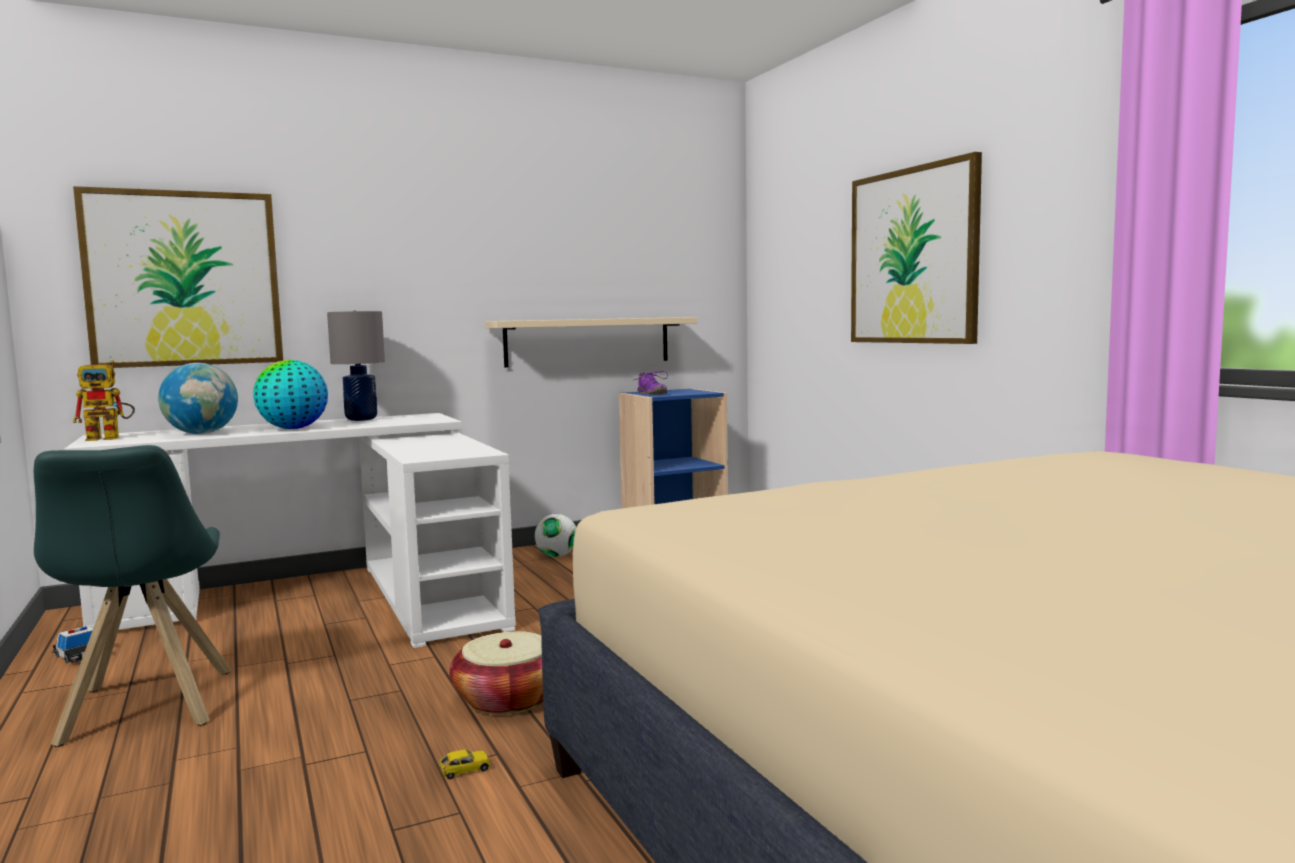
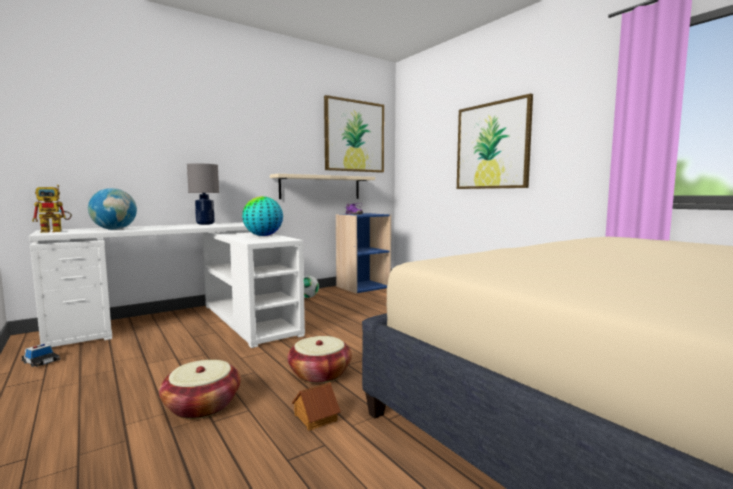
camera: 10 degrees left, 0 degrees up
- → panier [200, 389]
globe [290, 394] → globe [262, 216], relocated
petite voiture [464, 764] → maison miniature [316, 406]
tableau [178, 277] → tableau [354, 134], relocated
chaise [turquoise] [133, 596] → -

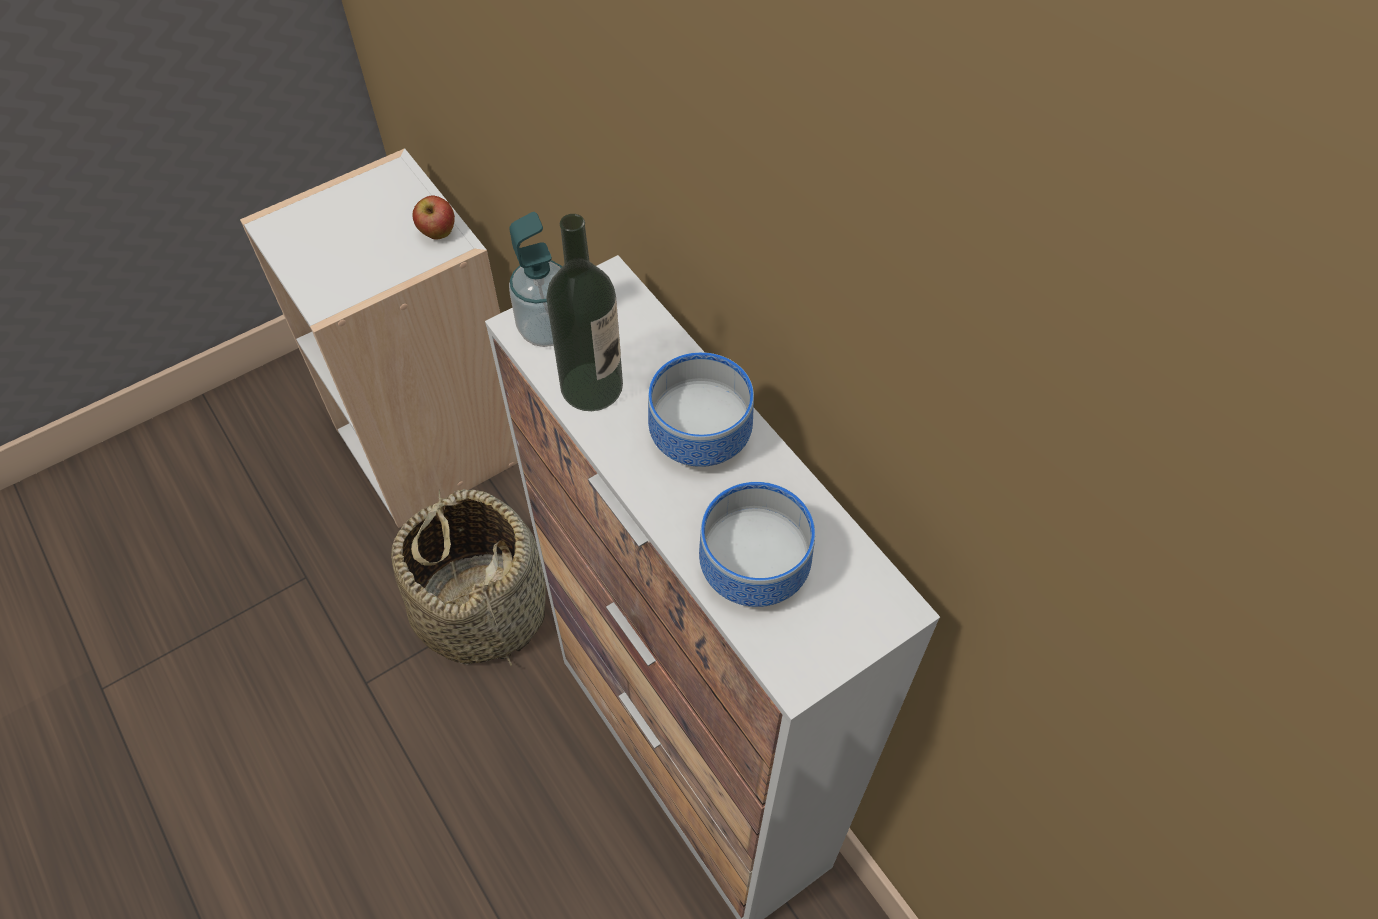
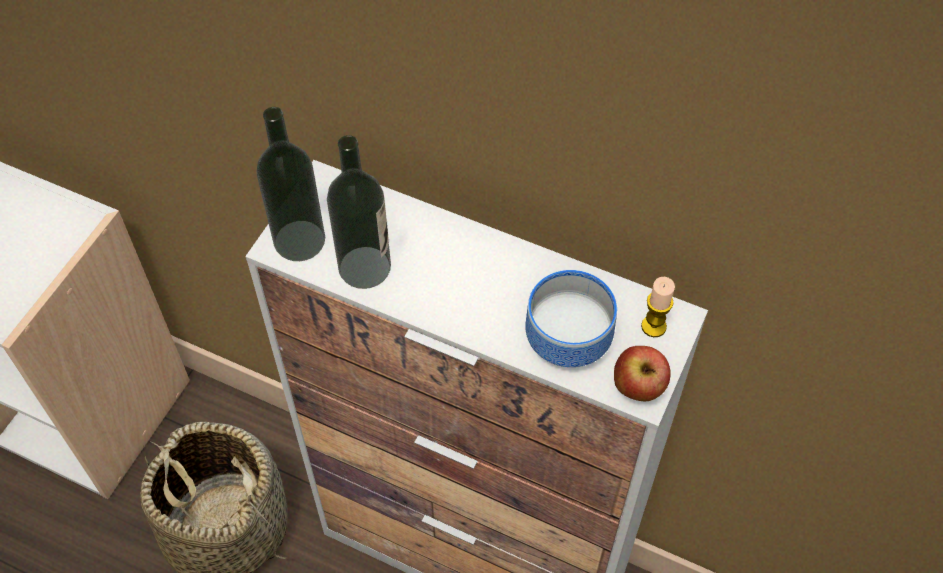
camera: 30 degrees left, 0 degrees up
distributeur de savon [535, 279] → bouteille [290, 184]
pomme [433, 218] → pomme [642, 373], relocated
- → bougie [658, 307]
bol [701, 409] → -

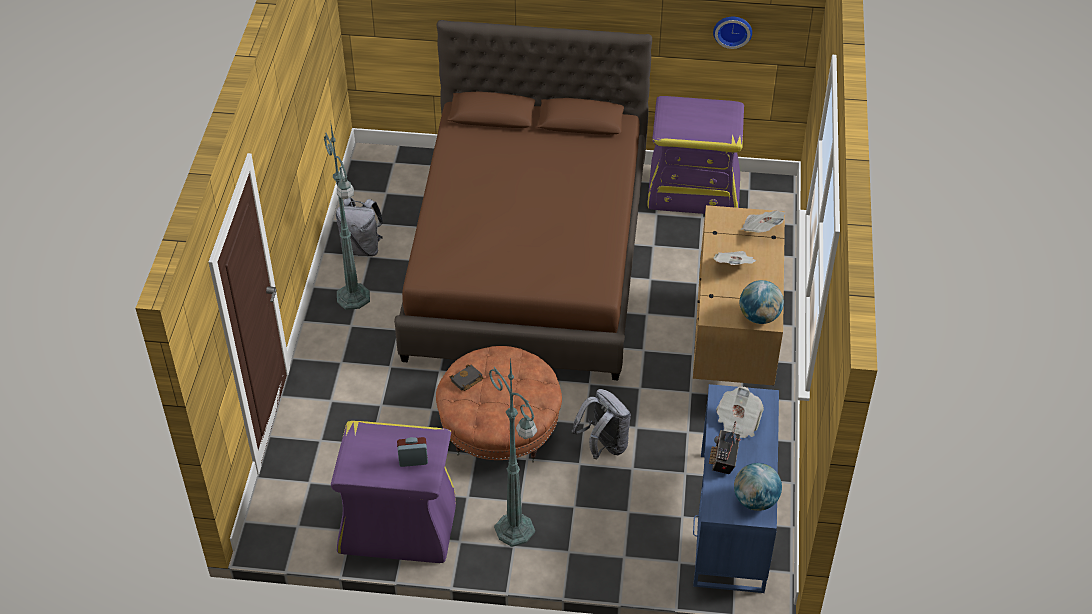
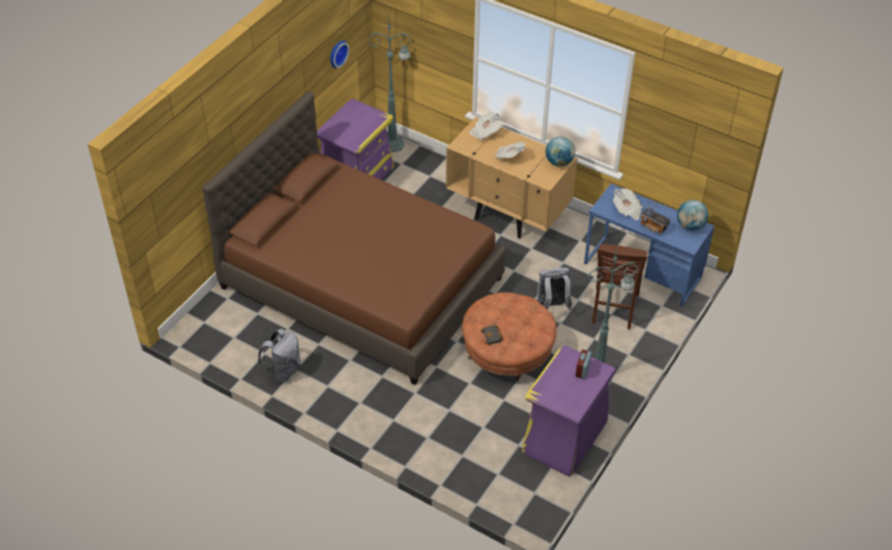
camera: 65 degrees left, 0 degrees up
lampadaire [vert] [347, 215] → lampadaire [vert] [389, 86], relocated
- → chaise [marron] [619, 287]

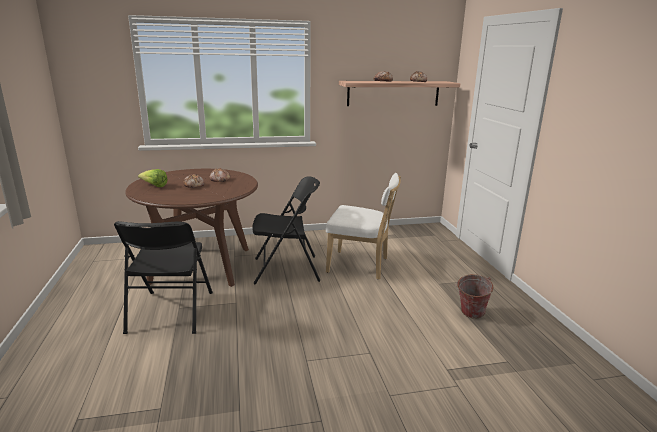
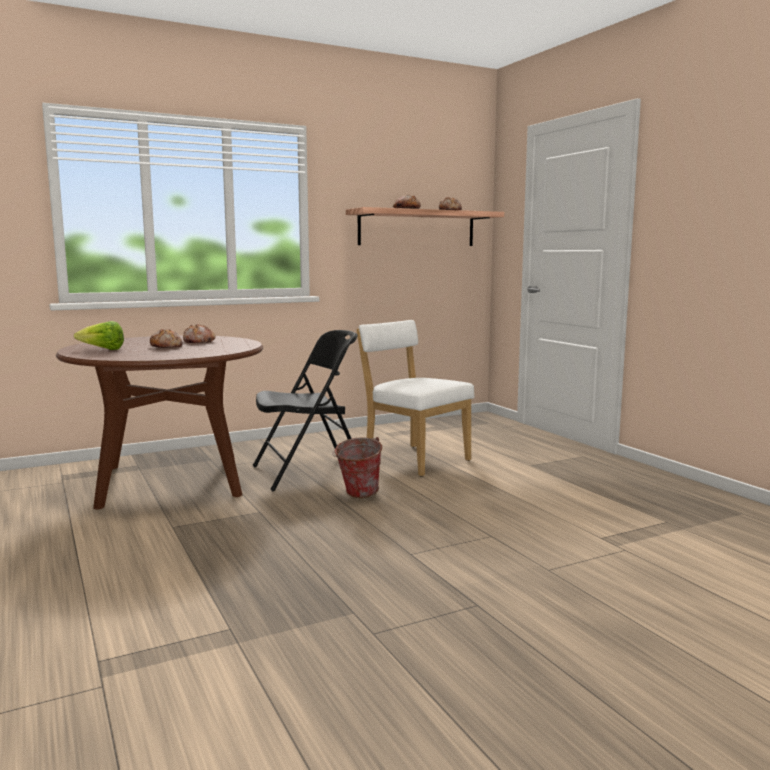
camera: 15 degrees left, 10 degrees down
seau [474, 296] → seau [357, 467], relocated
chaise [blanc] [363, 226] → chaise [blanc] [415, 398], 135 degrees counterclockwise
chaise [noir] [163, 277] → -

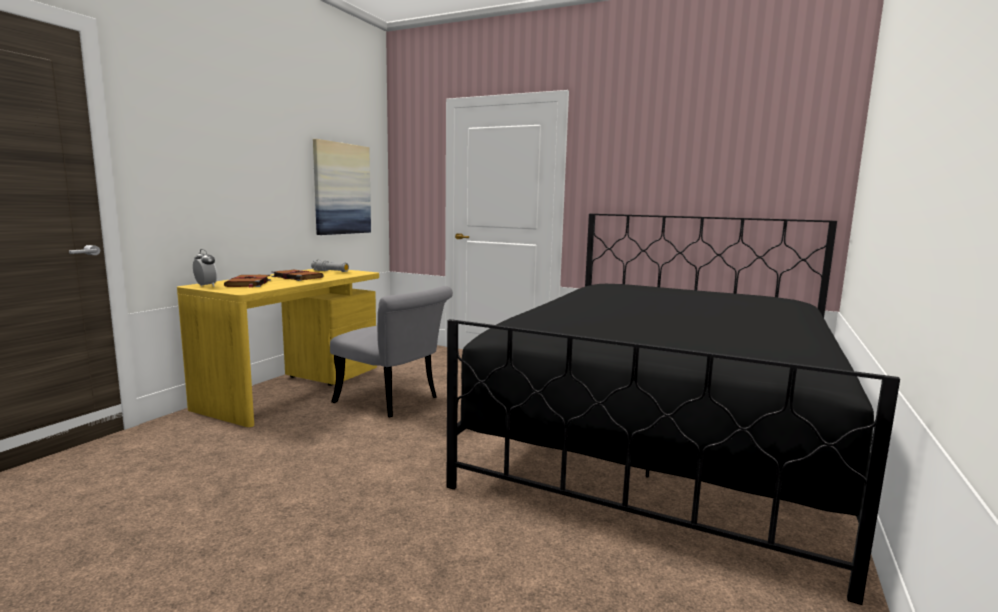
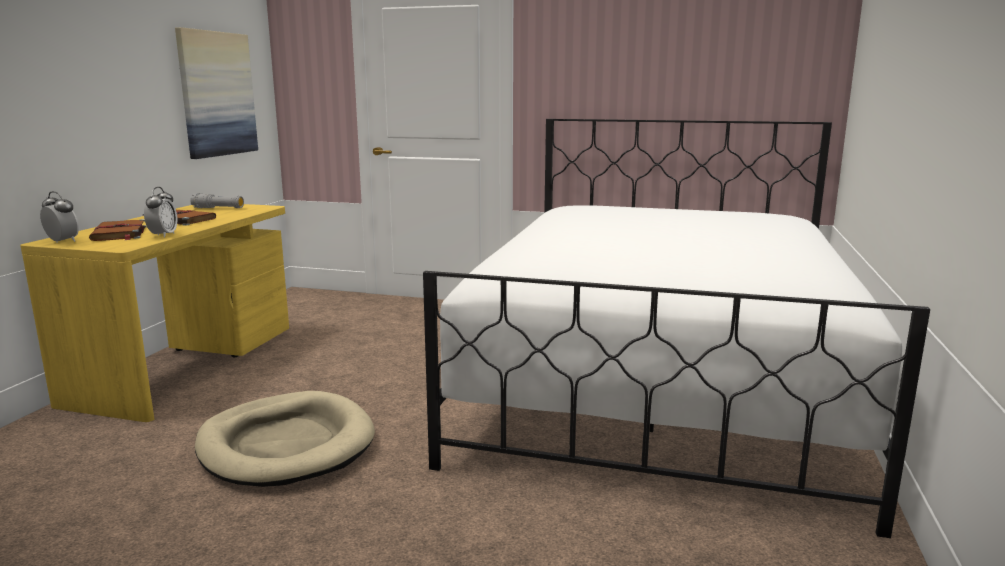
camera: 10 degrees left, 5 degrees up
- → réveil [160, 212]
- → panier pour chien [beige] [285, 439]
lit [noir] [673, 409] → lit [blanc] [676, 328]
chaise [gris] [391, 351] → -

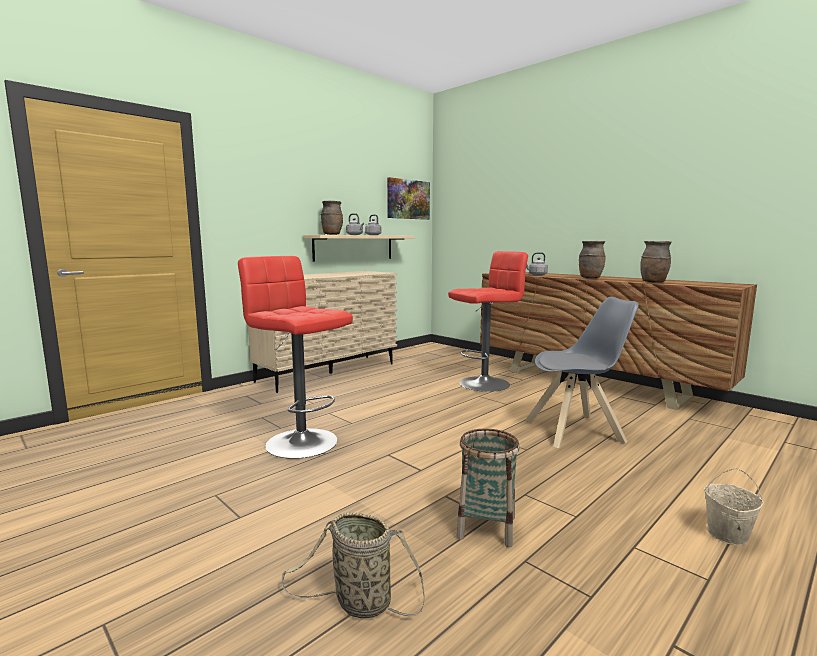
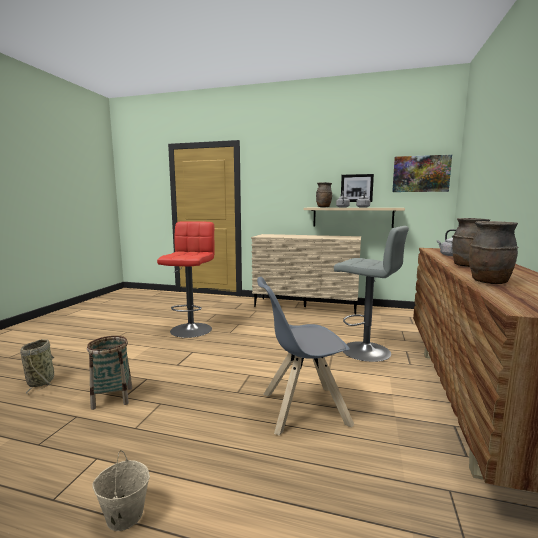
camera: 60 degrees right, 0 degrees up
chaise [gris] [582, 372] → chaise [gris] [305, 356], 120 degrees clockwise
tabouret [rouge] [488, 321] → tabouret [gris] [371, 294]
- → tableau [357, 188]

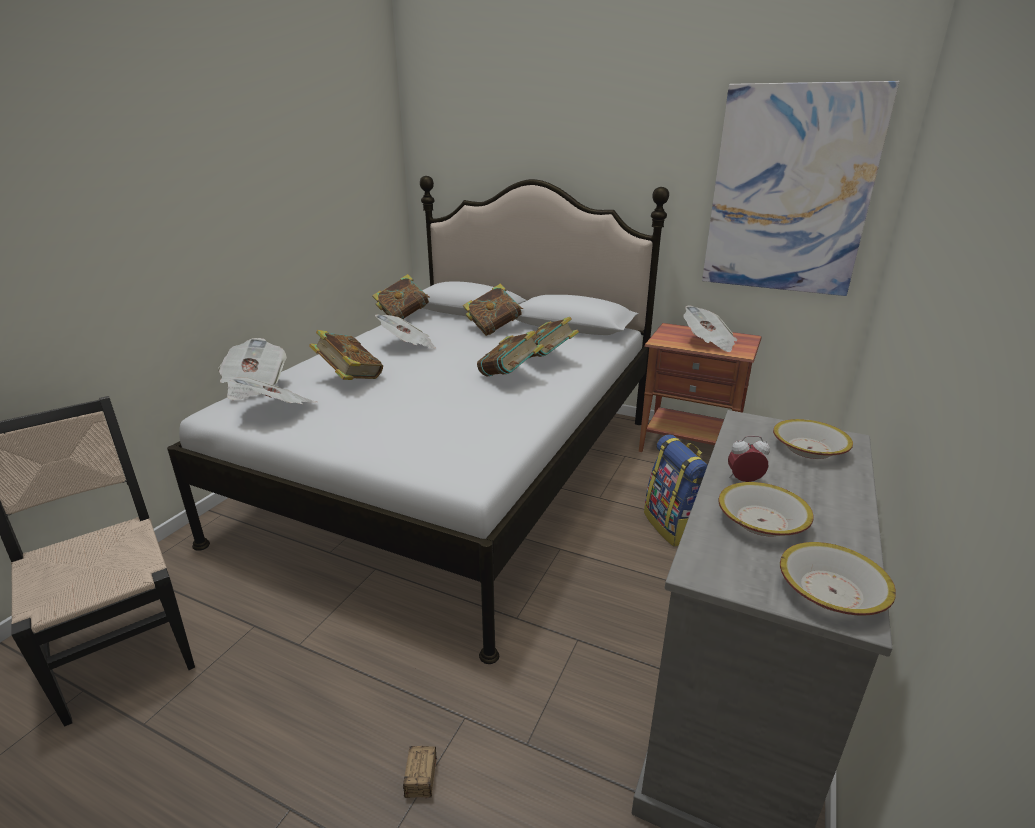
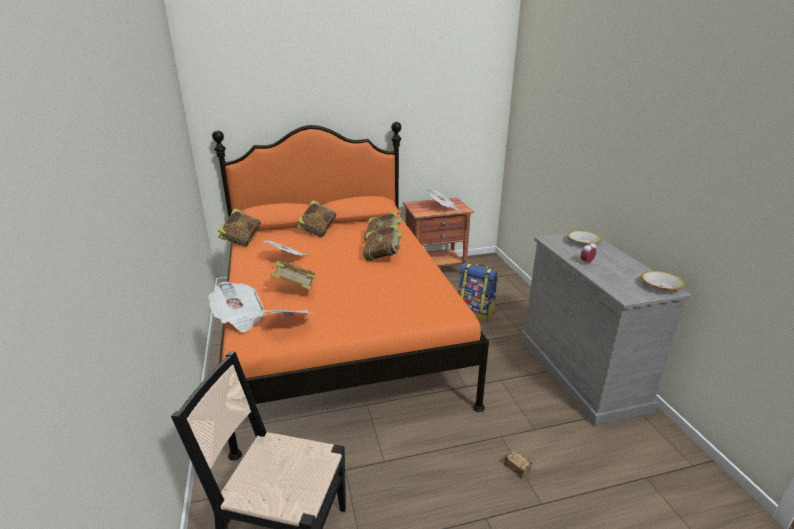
camera: 40 degrees left, 0 degrees up
lit [blanc] [418, 420] → lit [orange] [350, 291]
tableau [800, 188] → -
bol [765, 509] → -

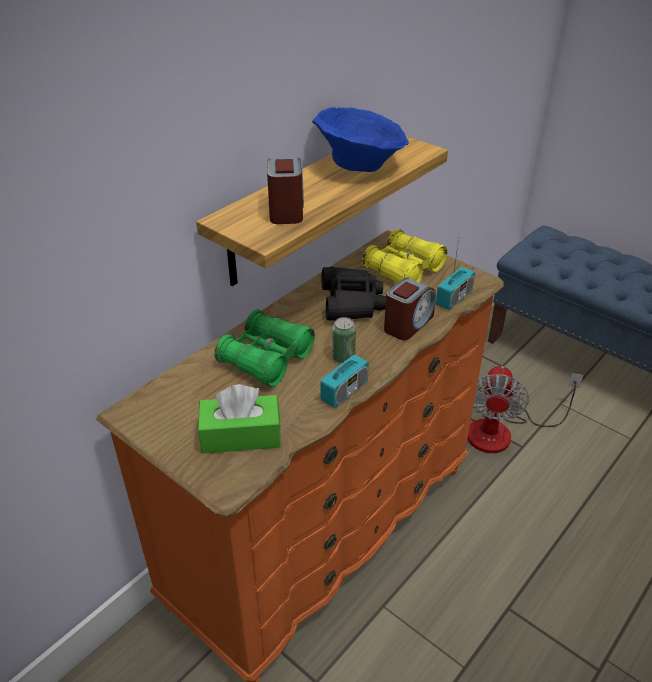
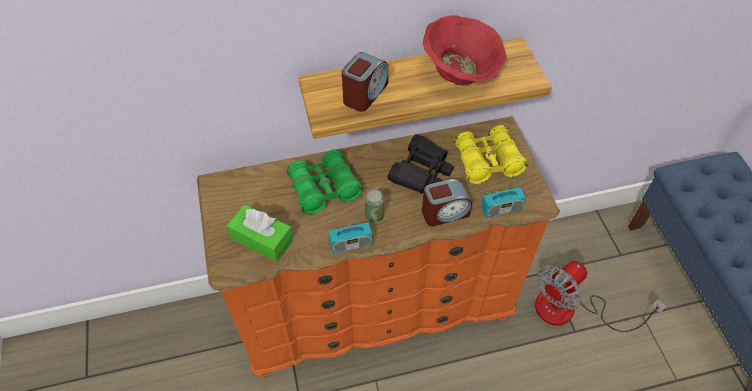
camera: 35 degrees right, 15 degrees up
bol [bleu] [360, 139] → bol [rouge] [465, 50]

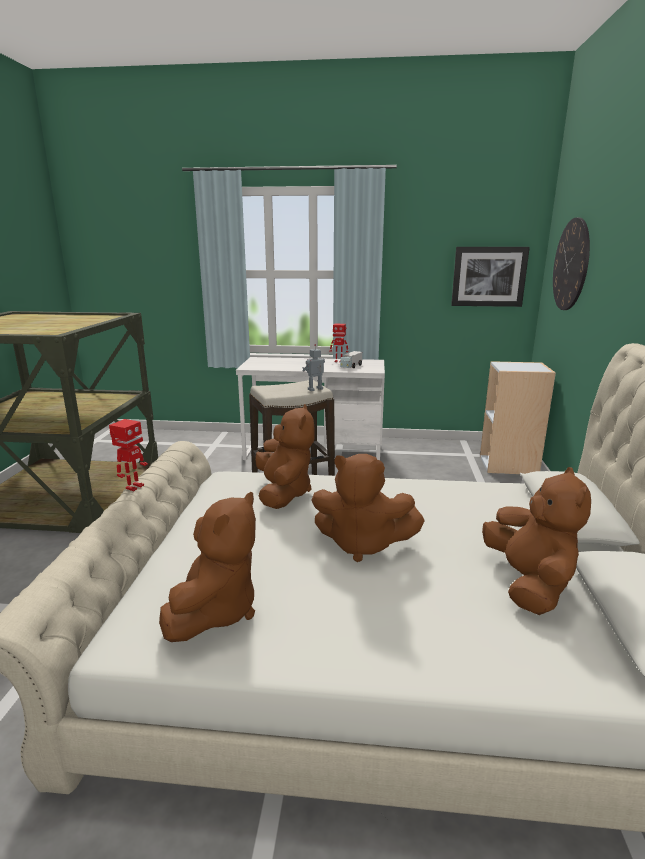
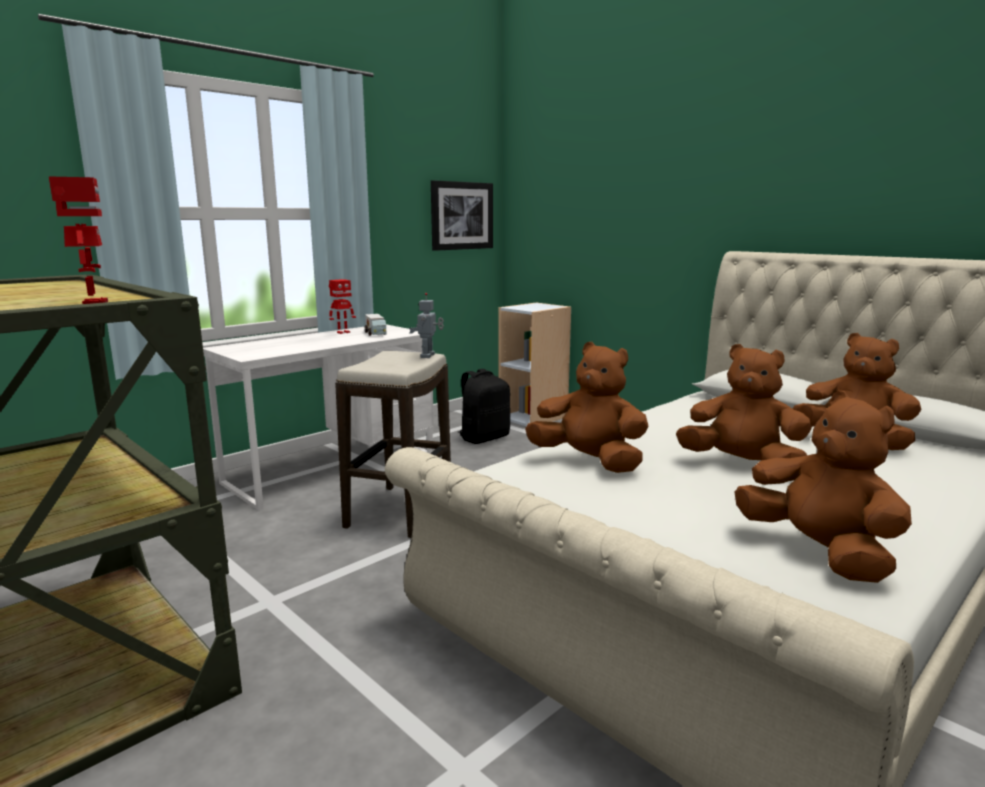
camera: 50 degrees left, 5 degrees down
robot jouet [128, 455] → robot jouet [78, 240], relocated
- → sac à dos [noir] [484, 406]
peluche [marron] [368, 508] → peluche [marron] [744, 402], 120 degrees counterclockwise
horloge murale [571, 263] → -

